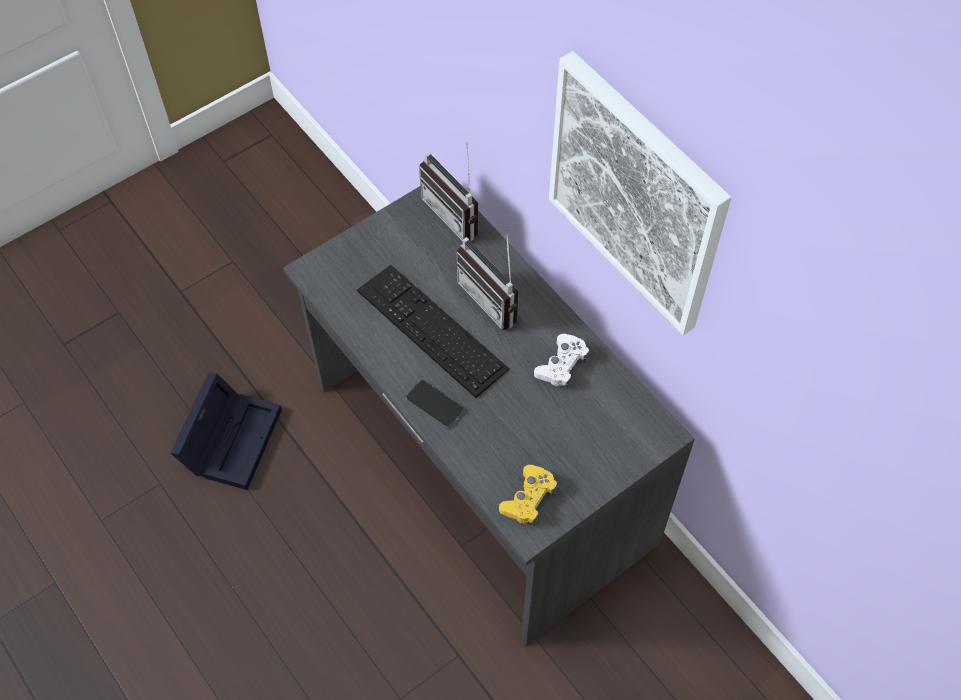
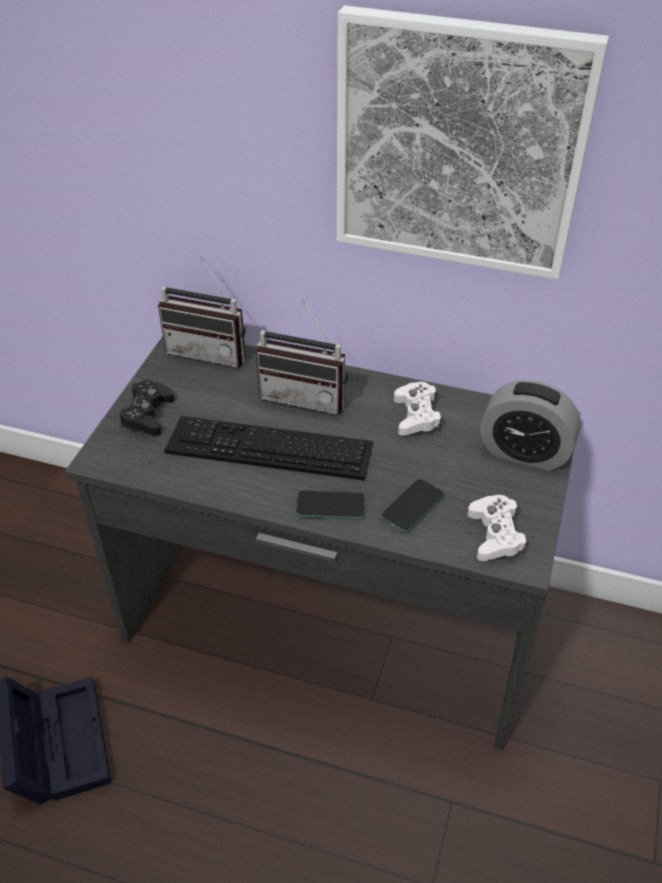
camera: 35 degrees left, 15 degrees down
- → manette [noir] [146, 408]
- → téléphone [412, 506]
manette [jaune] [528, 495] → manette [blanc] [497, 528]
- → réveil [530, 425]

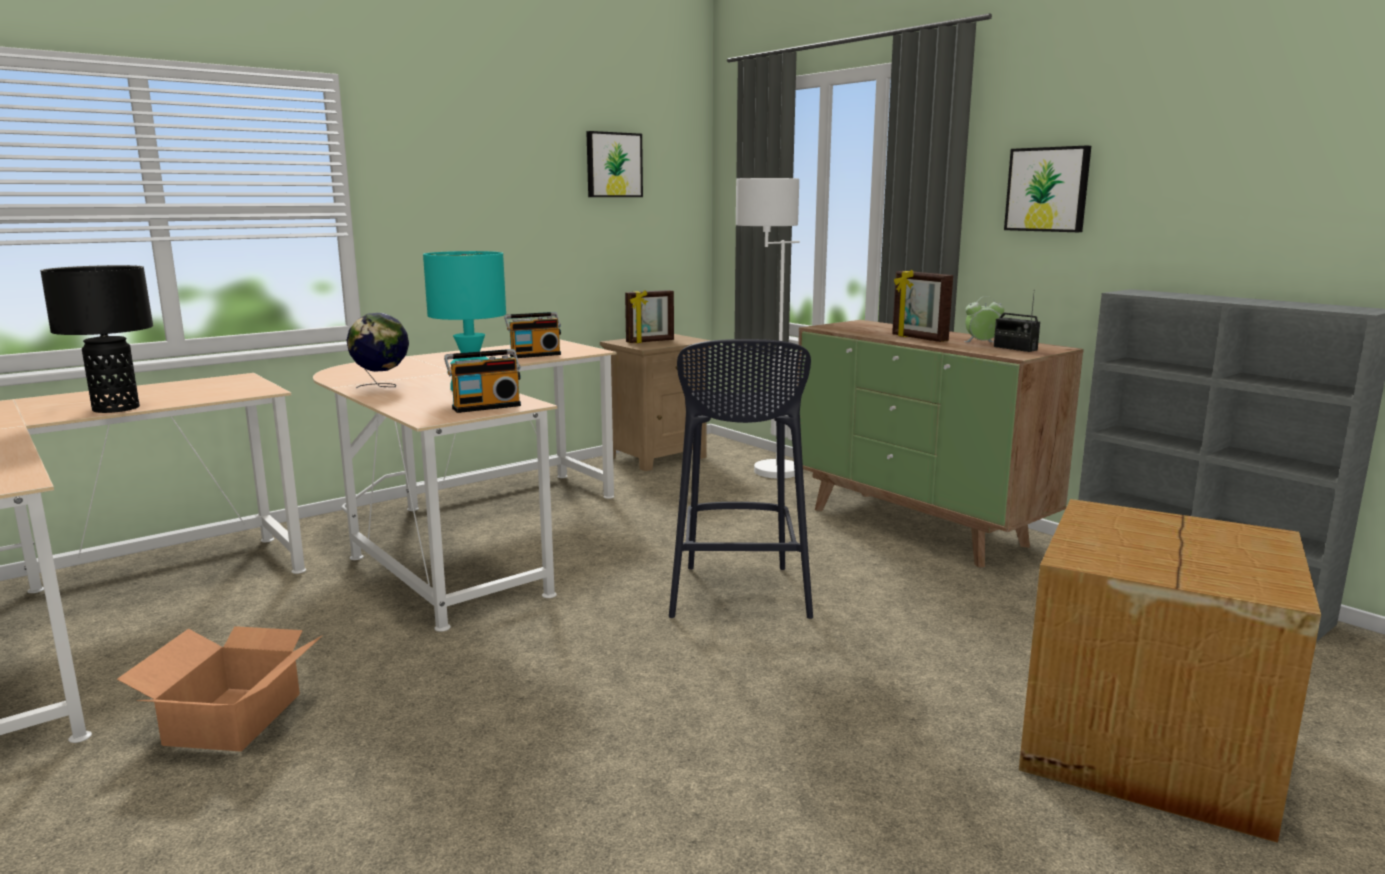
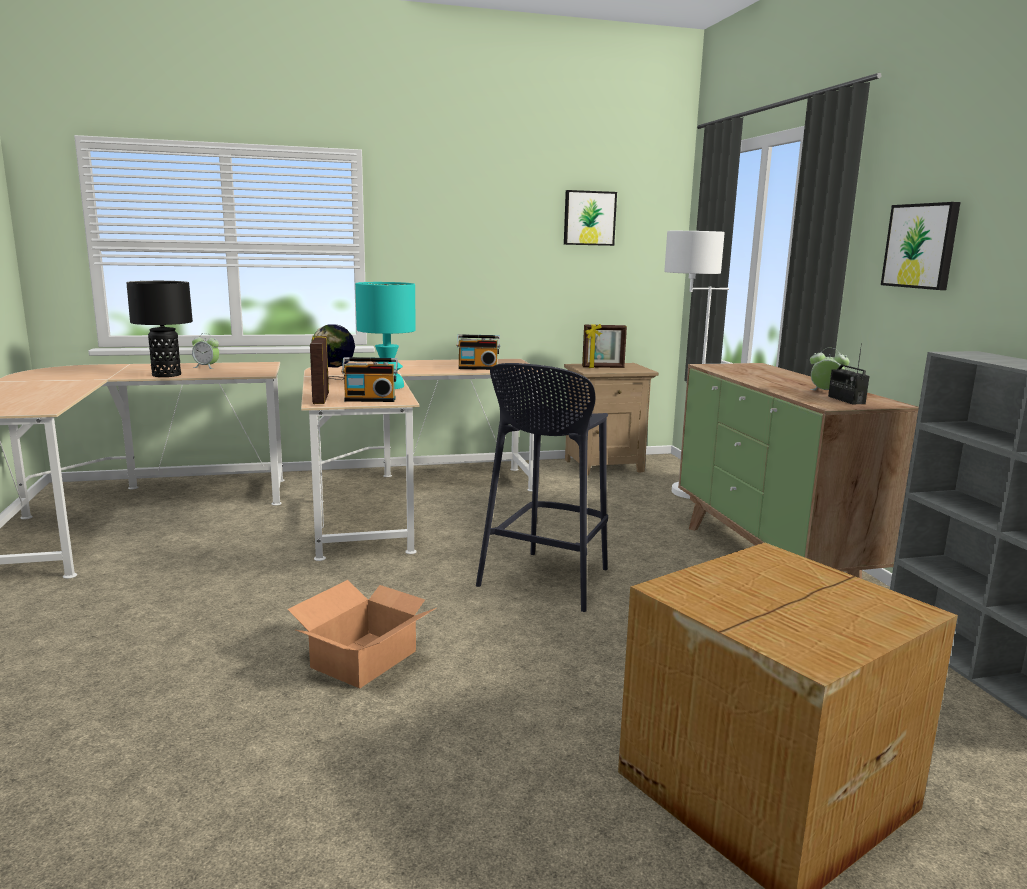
camera: 25 degrees right, 0 degrees up
- → réveil [205, 351]
carton [220, 689] → carton [361, 634], relocated
cadre photo [922, 306] → cadre photo [319, 370], relocated

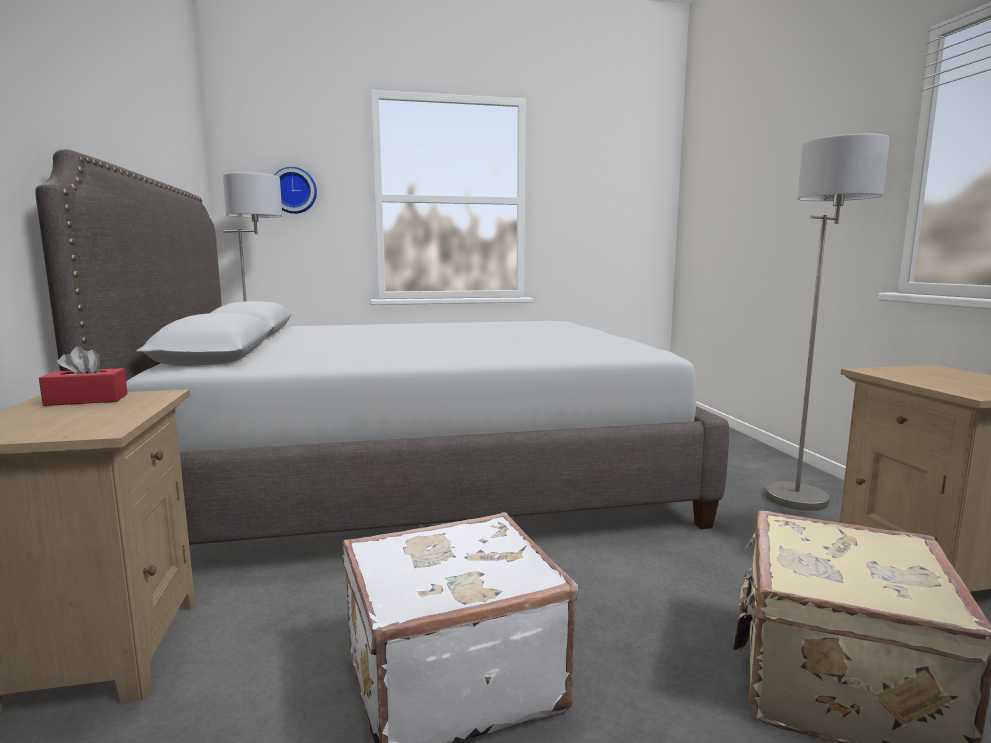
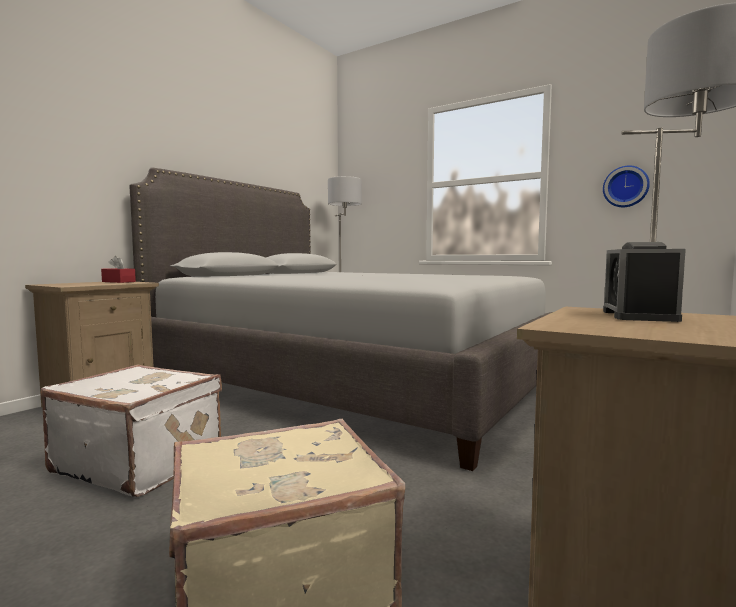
camera: 45 degrees right, 5 degrees down
horloge murale [295, 190] → horloge murale [626, 186], relocated
- → réveil [644, 282]

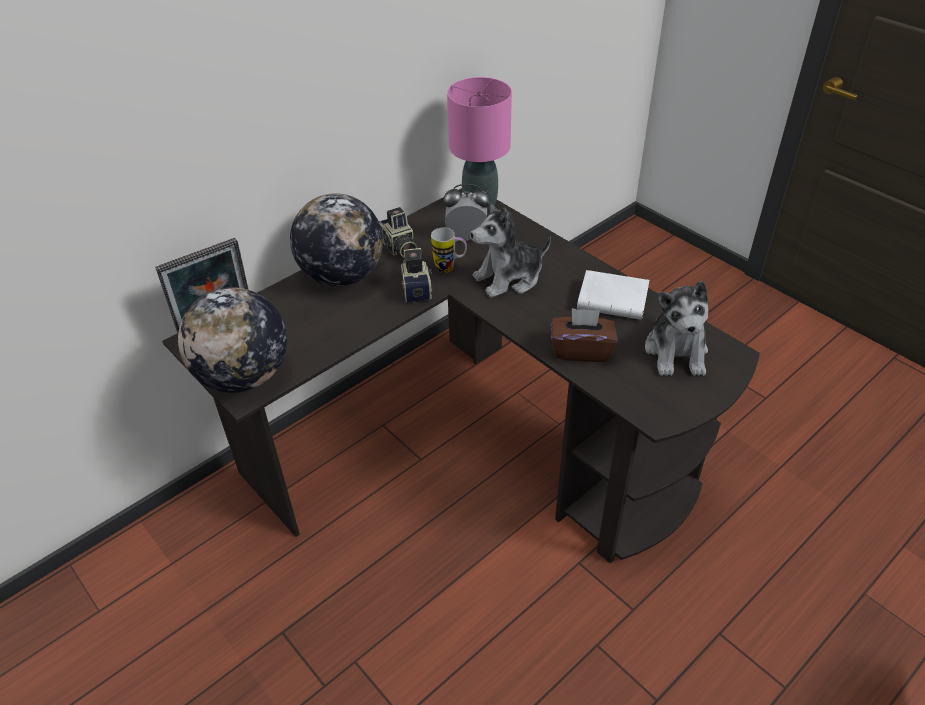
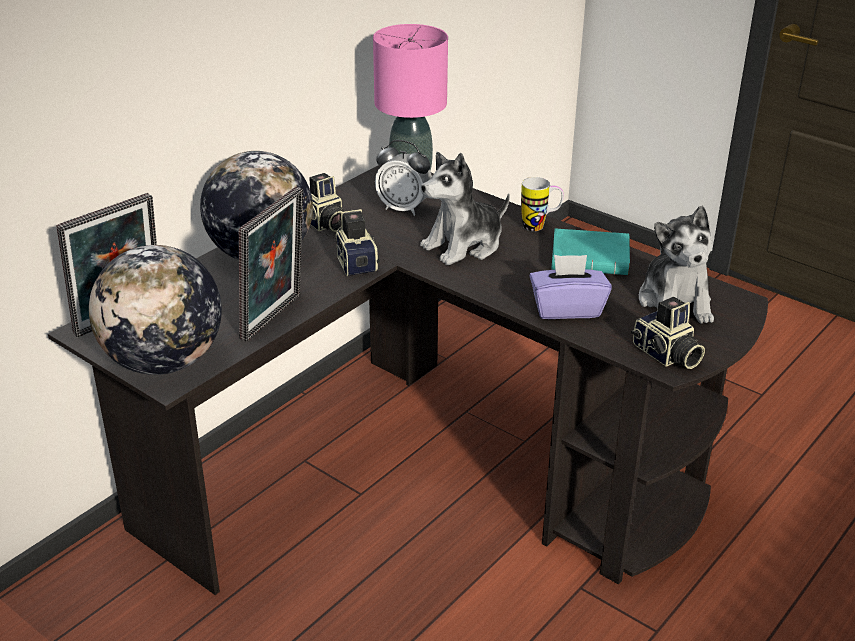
camera: 10 degrees left, 10 degrees down
- → cadre photo [271, 264]
réveil [467, 212] → réveil [403, 178], 150 degrees counterclockwise
mug [449, 250] → mug [542, 204], relocated
boîte à mouchoirs [marron] [584, 335] → boîte à mouchoirs [violet] [570, 287]
livre [blanc] [613, 295] → livre [turquoise] [590, 251]
- → appareil photo [668, 333]

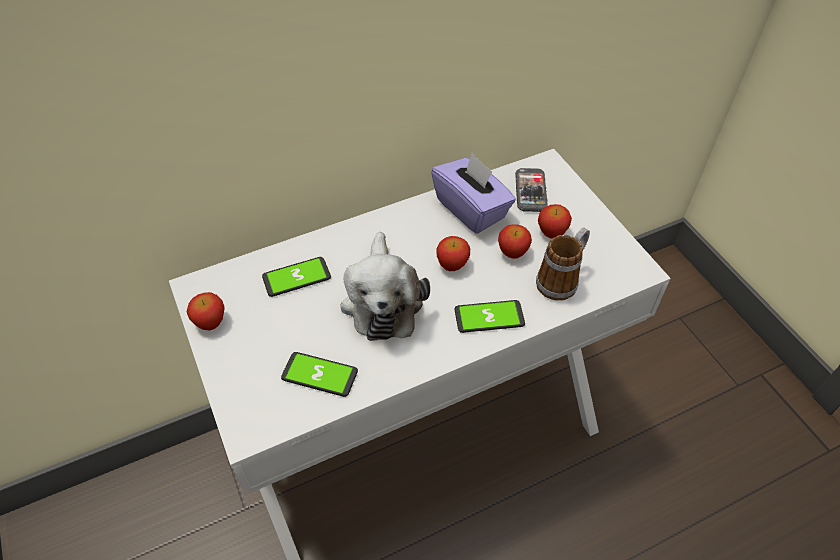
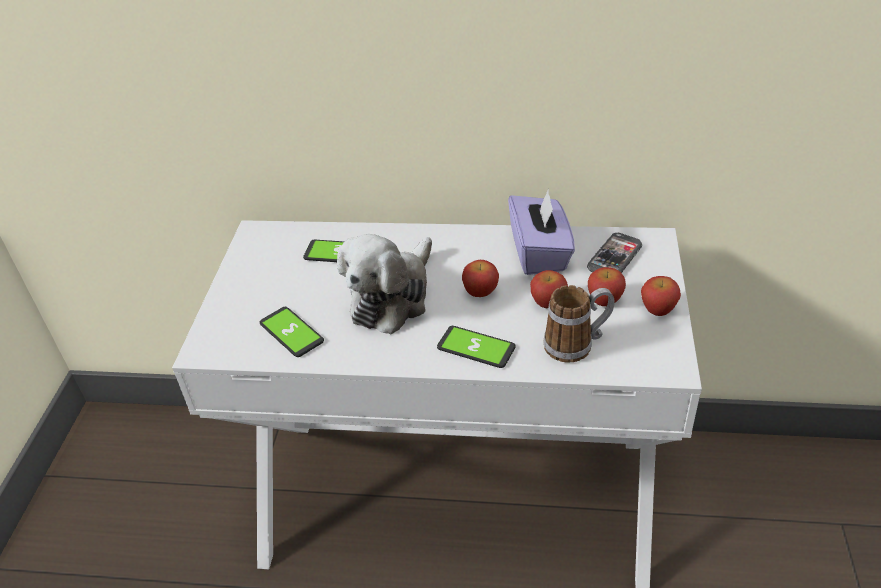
camera: 35 degrees right, 10 degrees down
pomme [206, 311] → pomme [661, 296], relocated

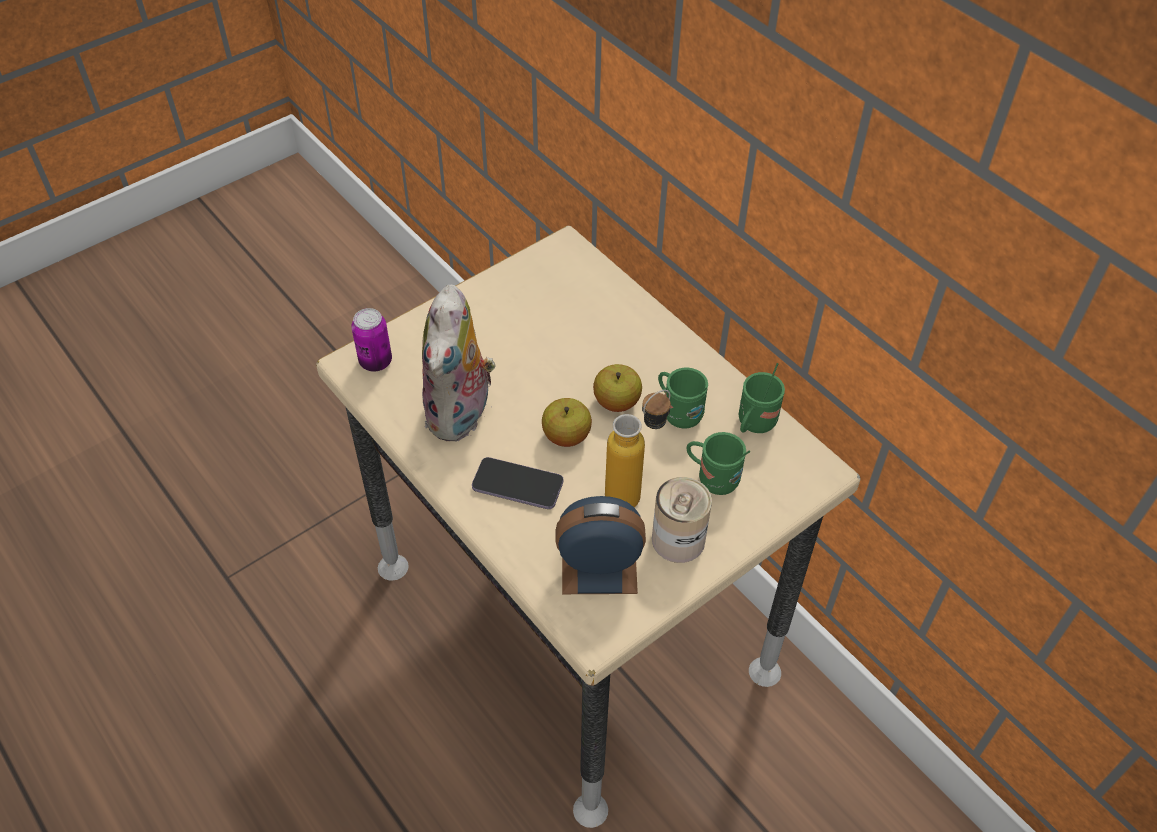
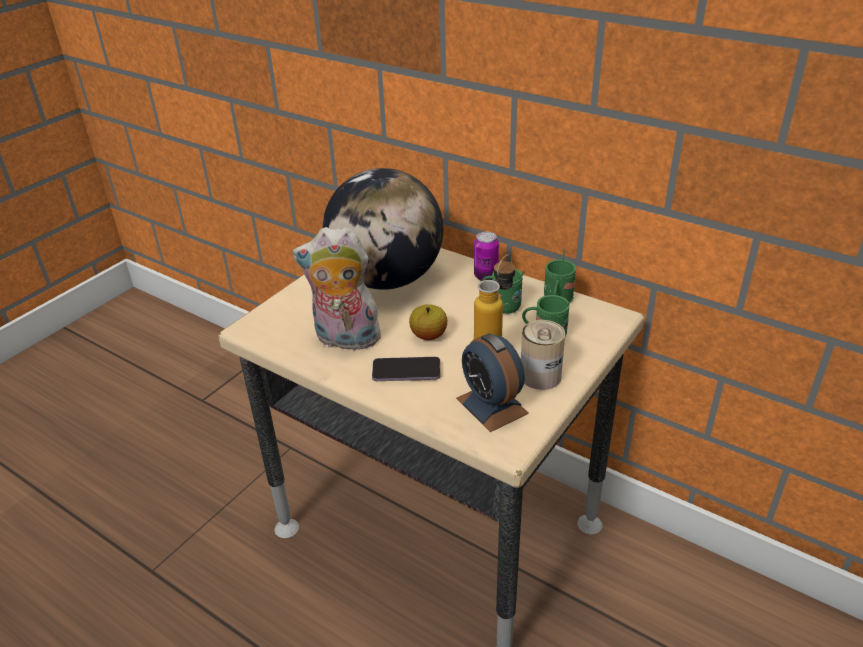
camera: 15 degrees left, 15 degrees down
peluche [458, 363] → peluche [339, 290], 105 degrees clockwise
- → globe [383, 229]
réveil [601, 545] → réveil [492, 382], 105 degrees counterclockwise
boîte métallique [371, 340] → boîte métallique [486, 256], relocated
pomme [617, 388] → -

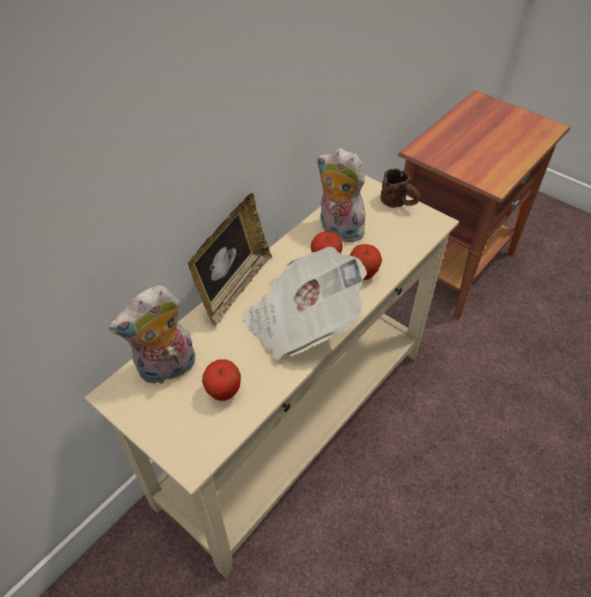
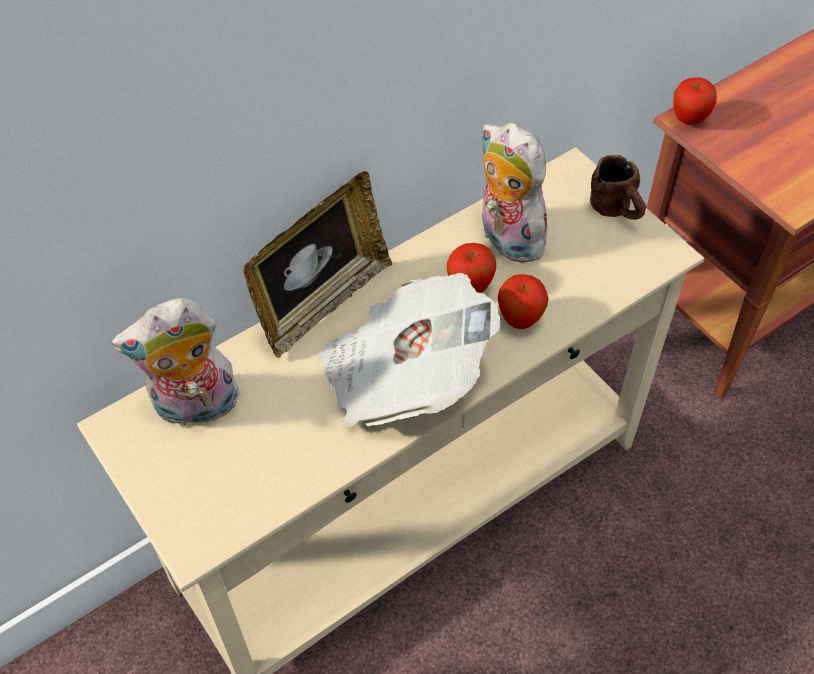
camera: 15 degrees right, 5 degrees up
pomme [221, 380] → pomme [695, 101], relocated

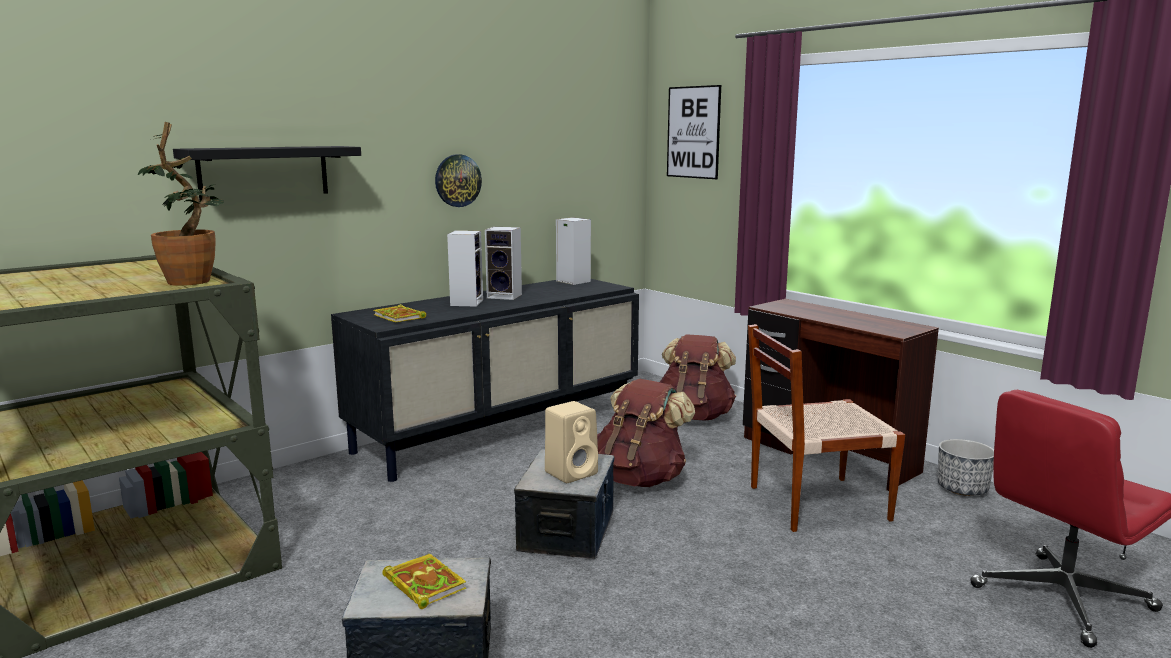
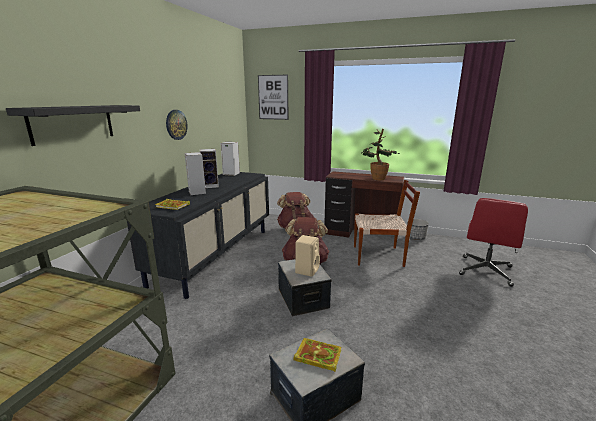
camera: 30 degrees left, 5 degrees up
chaise [826, 428] → chaise [387, 223], 135 degrees counterclockwise
plante en pot [181, 204] → plante en pot [380, 154], relocated

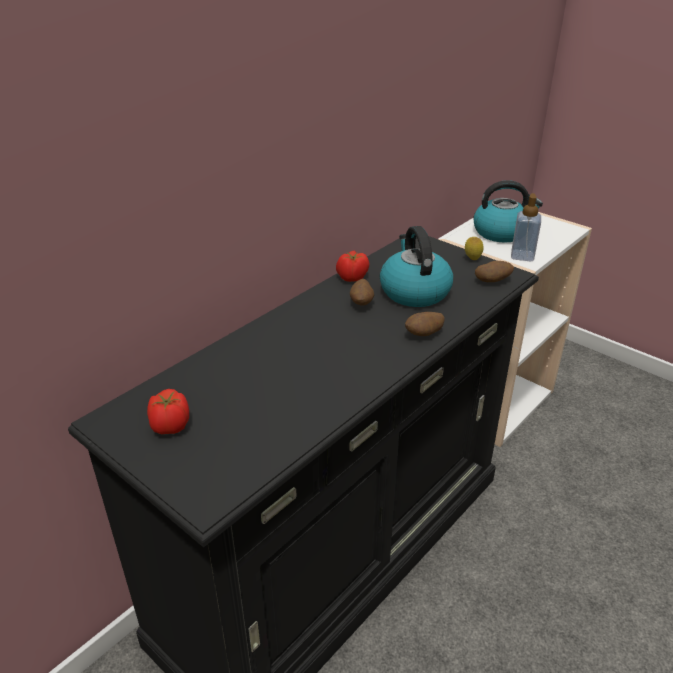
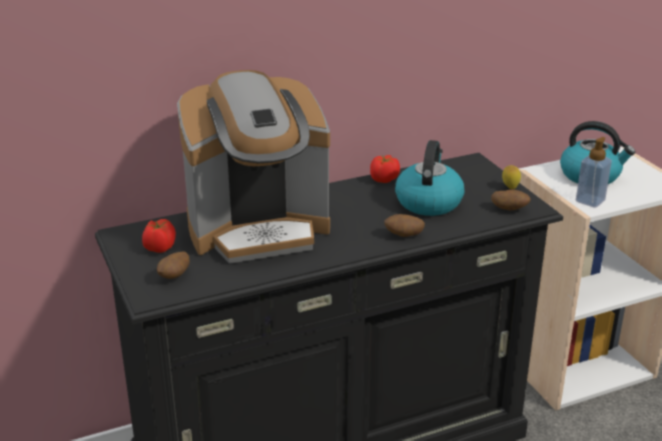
camera: 25 degrees right, 5 degrees down
pomme de terre [362, 292] → pomme de terre [173, 265], relocated
- → machine à café [253, 167]

